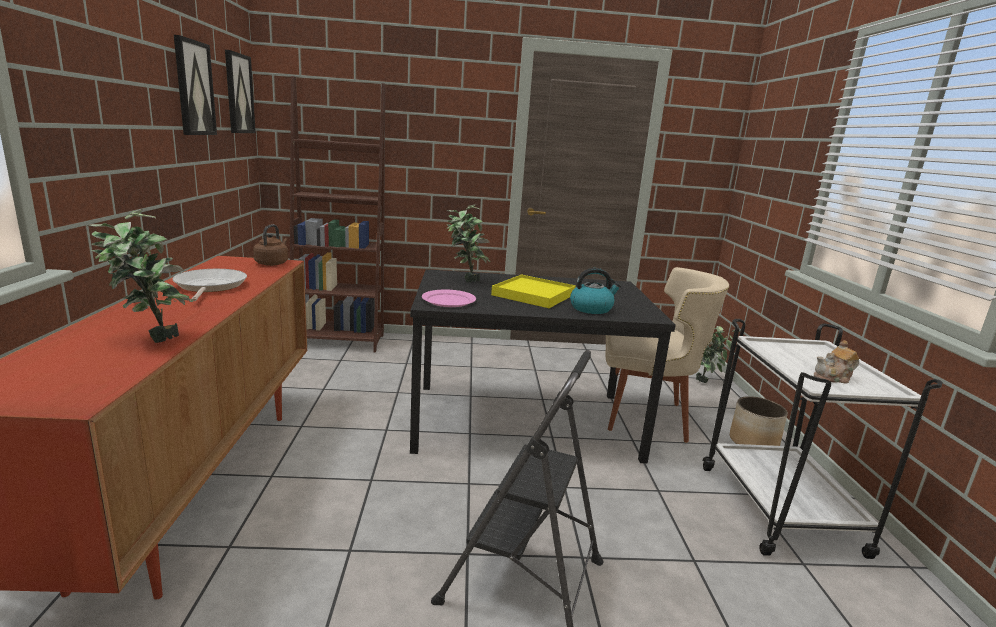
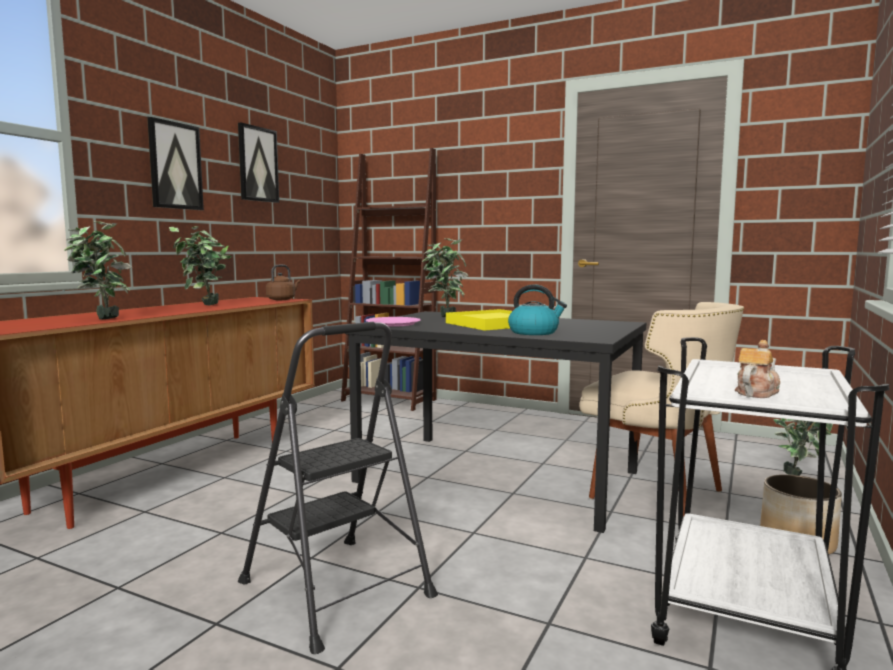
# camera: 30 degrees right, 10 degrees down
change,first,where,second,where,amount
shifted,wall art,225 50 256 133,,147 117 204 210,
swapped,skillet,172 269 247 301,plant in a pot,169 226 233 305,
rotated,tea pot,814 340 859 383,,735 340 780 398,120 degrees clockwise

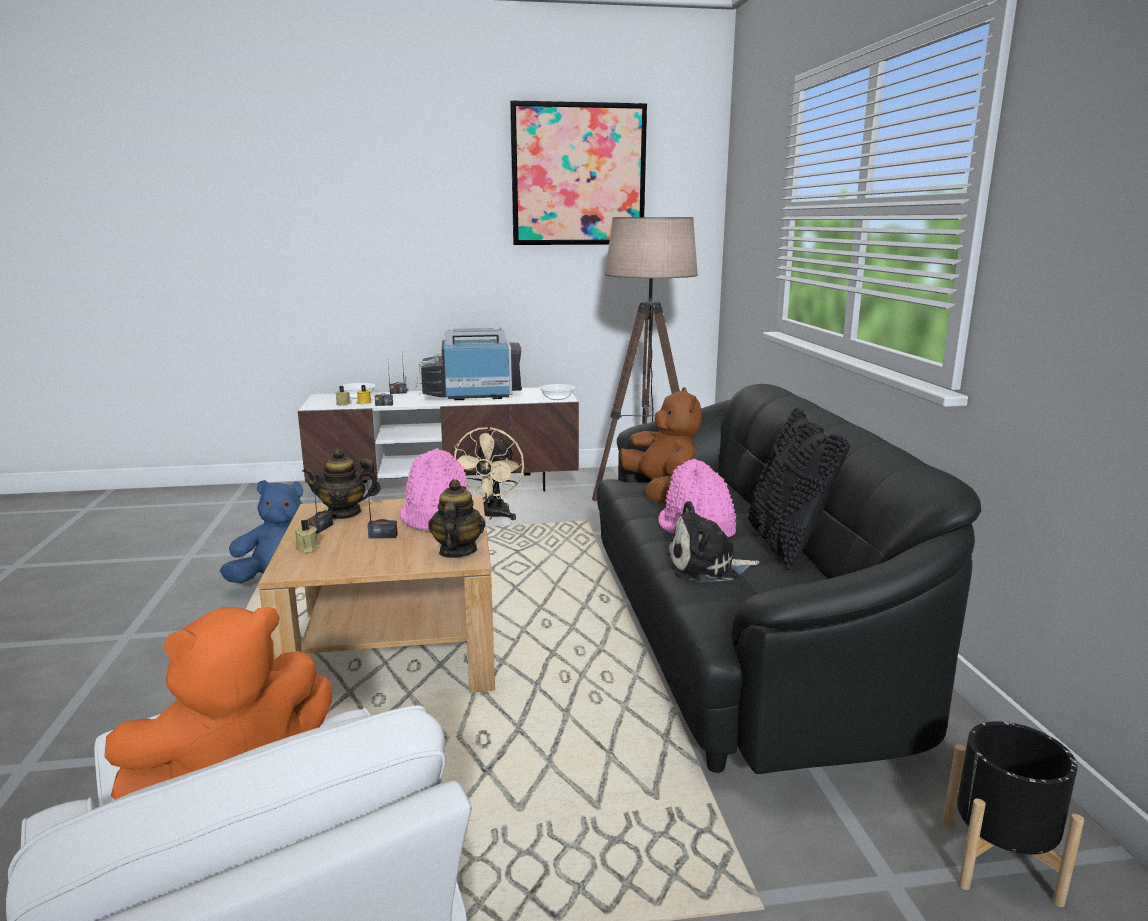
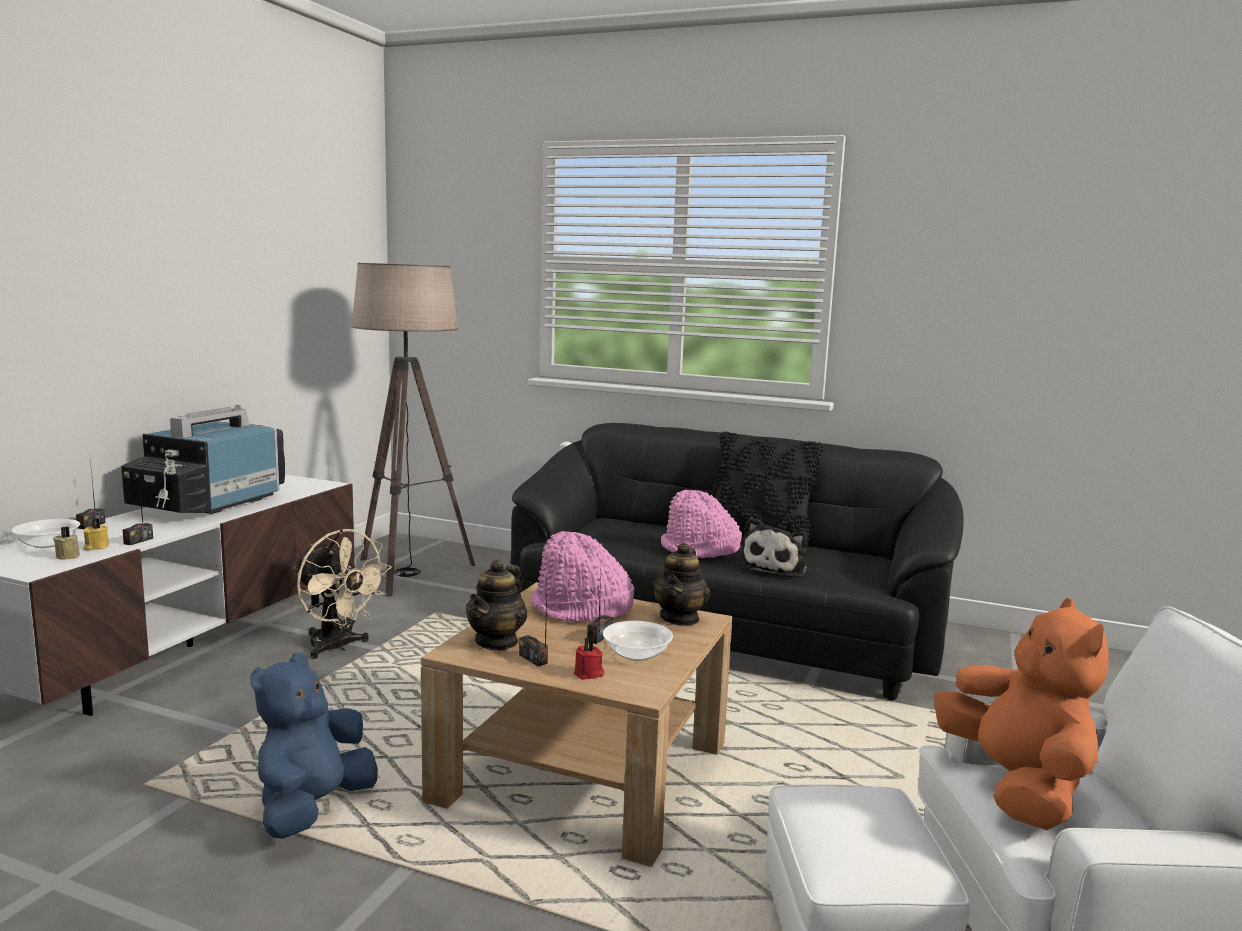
# camera: 60 degrees left, 5 degrees down
change,first,where,second,where,amount
repainted,sand-coloured candle,295 519 319 553,reddish candle,574 638 605 680,
shifted,deep dish,540 384 575 400,,603 621 673 661,
rotated,tea pot,428 479 486 558,,652 542 711 626,105 degrees counterclockwise
gone,wall art,510 100 647 245,,,
gone,brown plush toy,620 387 701 504,,,
gone,black plant pot,942 721 1084 907,,,

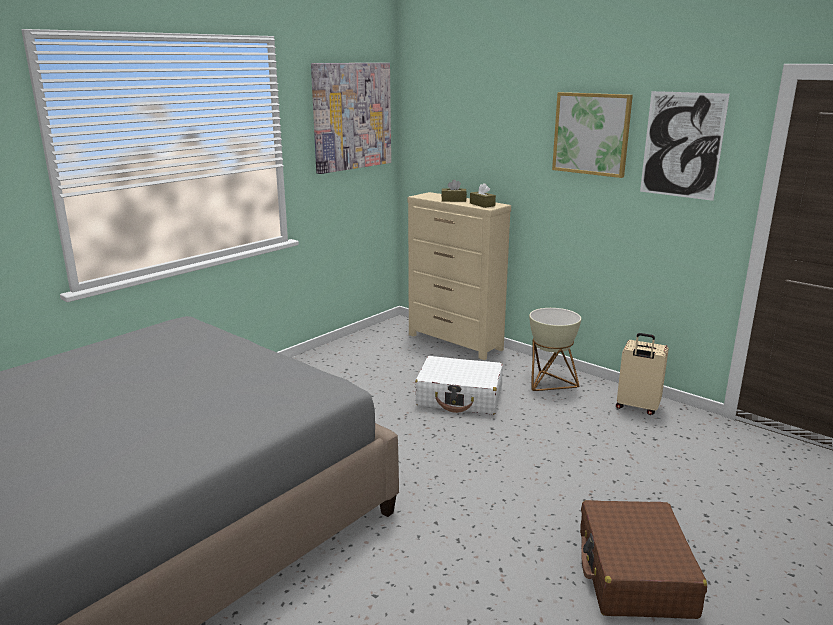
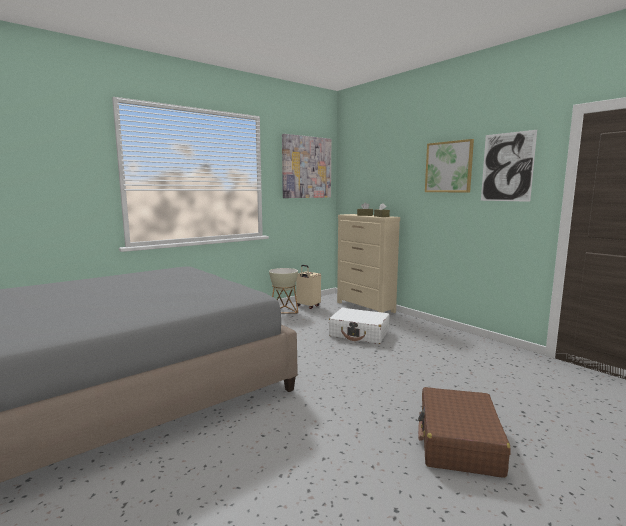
# camera: 10 degrees right, 10 degrees down
change,first,where,second,where,amount
shifted,plant pot,529 308 581 391,,269 268 298 314,
shifted,sand-coloured suitcase,616 333 669 415,,296 265 321 309,

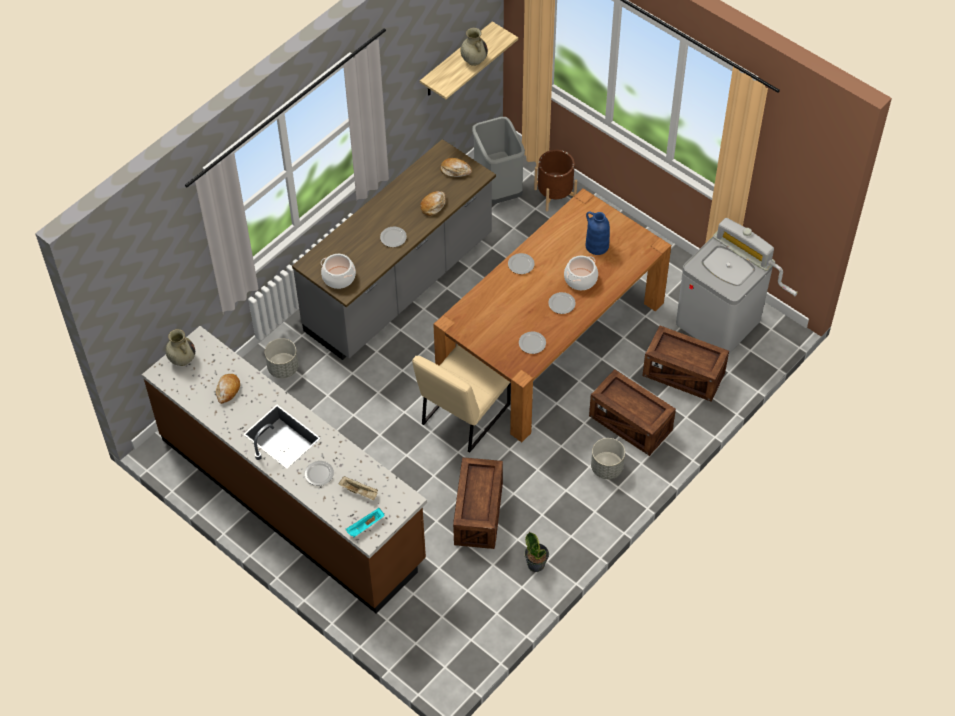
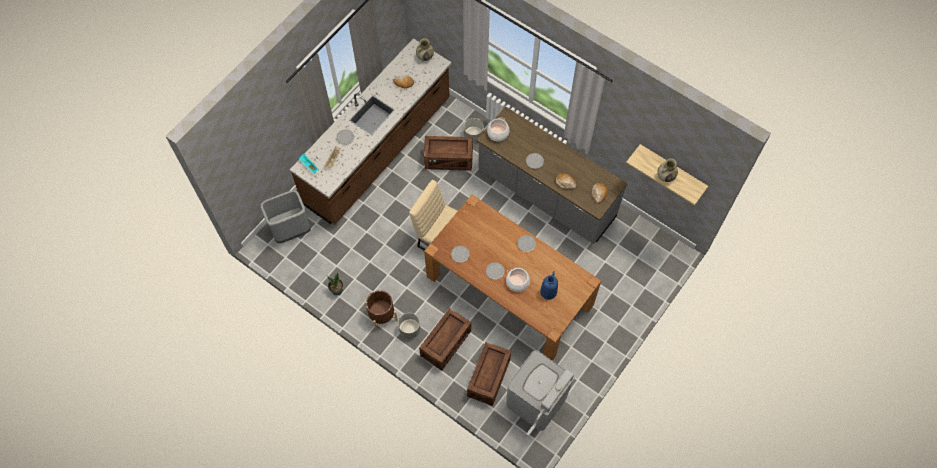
# camera: 85 degrees right, 10 degrees up
change,first,where,second,where,amount
shifted,gray waste bin,472 117 525 204,,260 190 310 243,
shifted,brown plant pot,534 150 577 212,,365 290 398 330,
shifted,crate,453 457 503 549,,424 136 473 171,

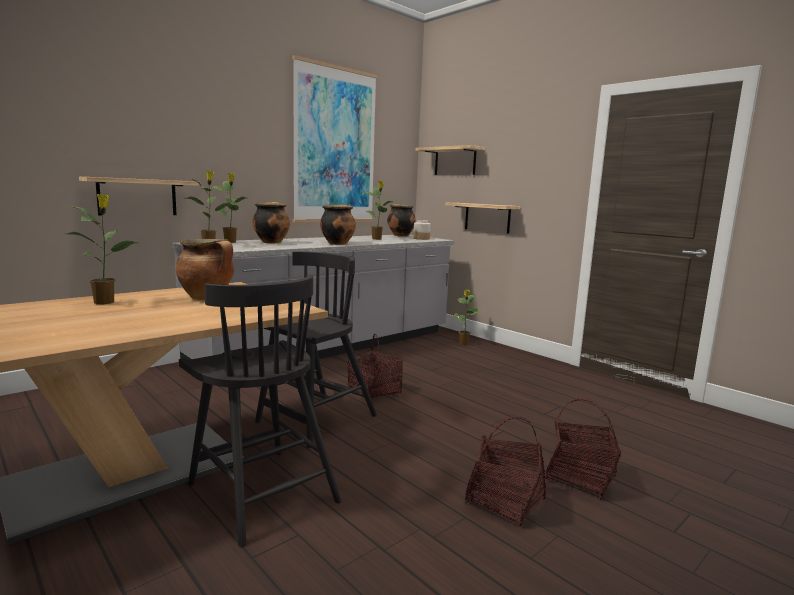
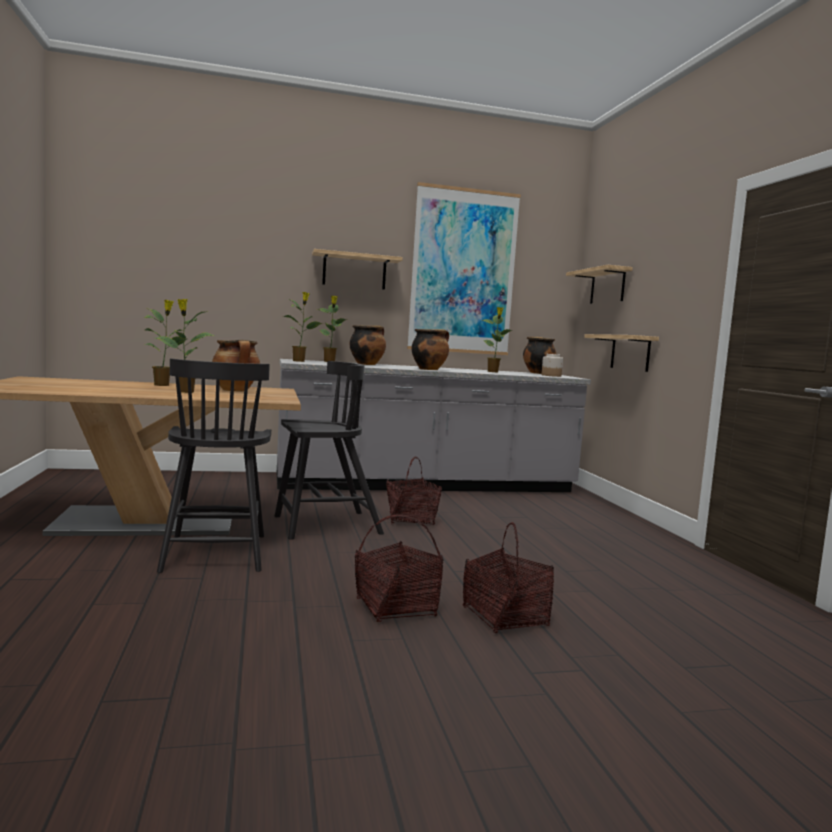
# camera: 30 degrees right, 5 degrees down
change,first,where,second,where,amount
shifted,plant in a pot,453 290 479 345,,155 299 215 393,
shifted,bracket shelf,79 177 199 215,,312 249 403 290,

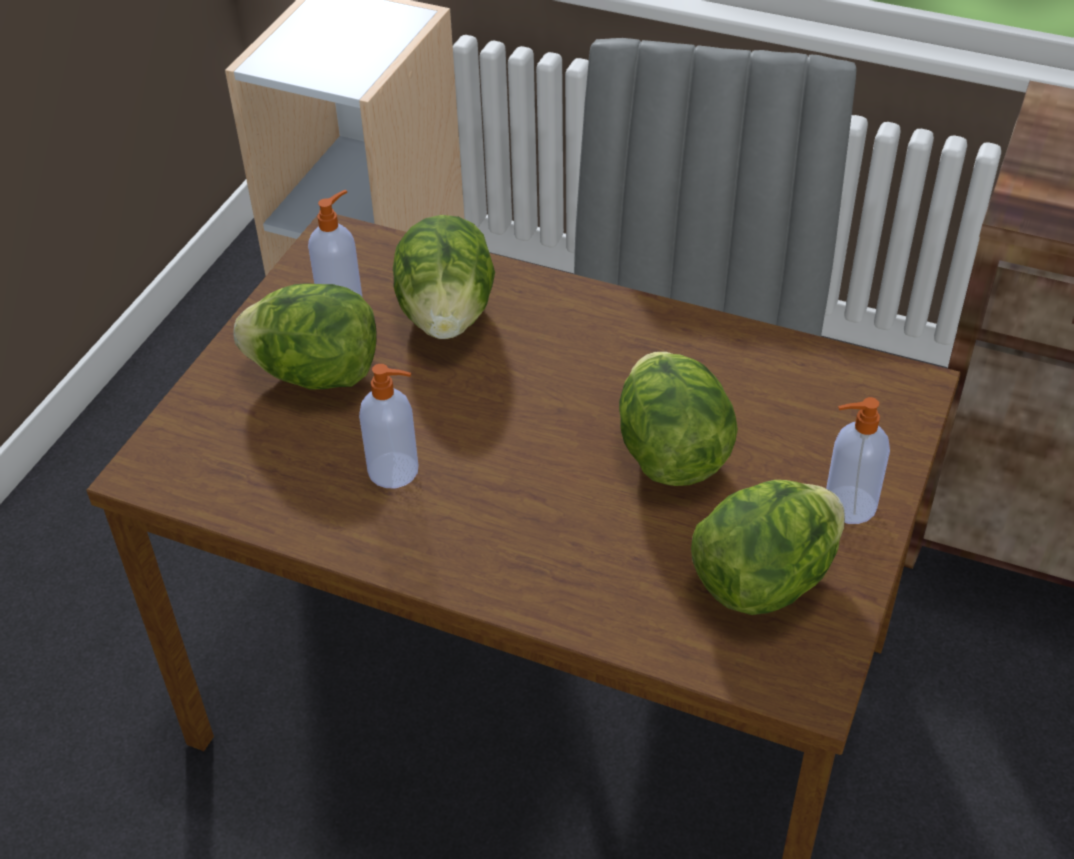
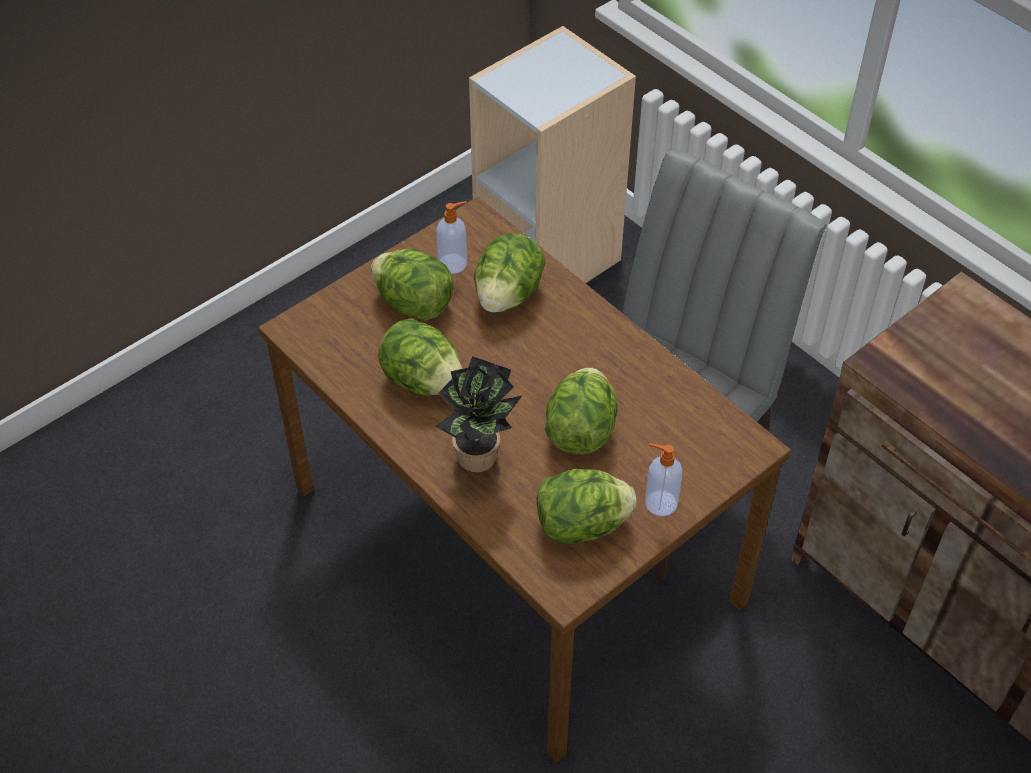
# camera: 25 degrees right, 5 degrees up
change,first,where,second,where,amount
swapped,liquid soap bottle,359 364 419 488,lettuce,378 318 462 395,
new,,,plant in a pot,435 356 523 472,

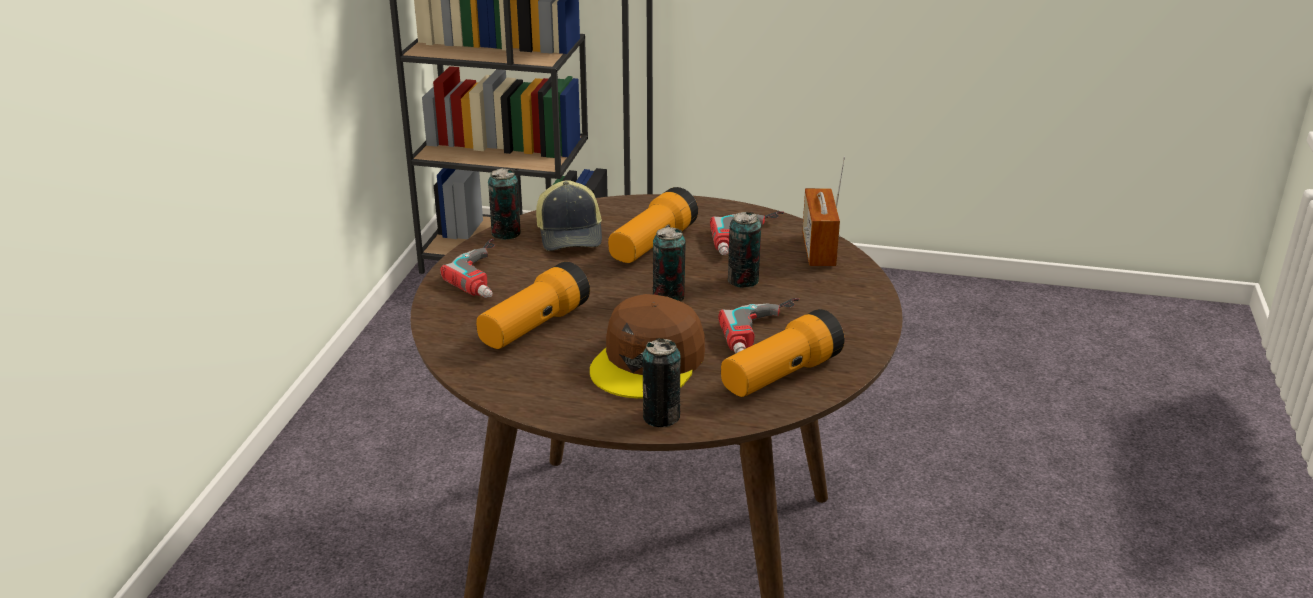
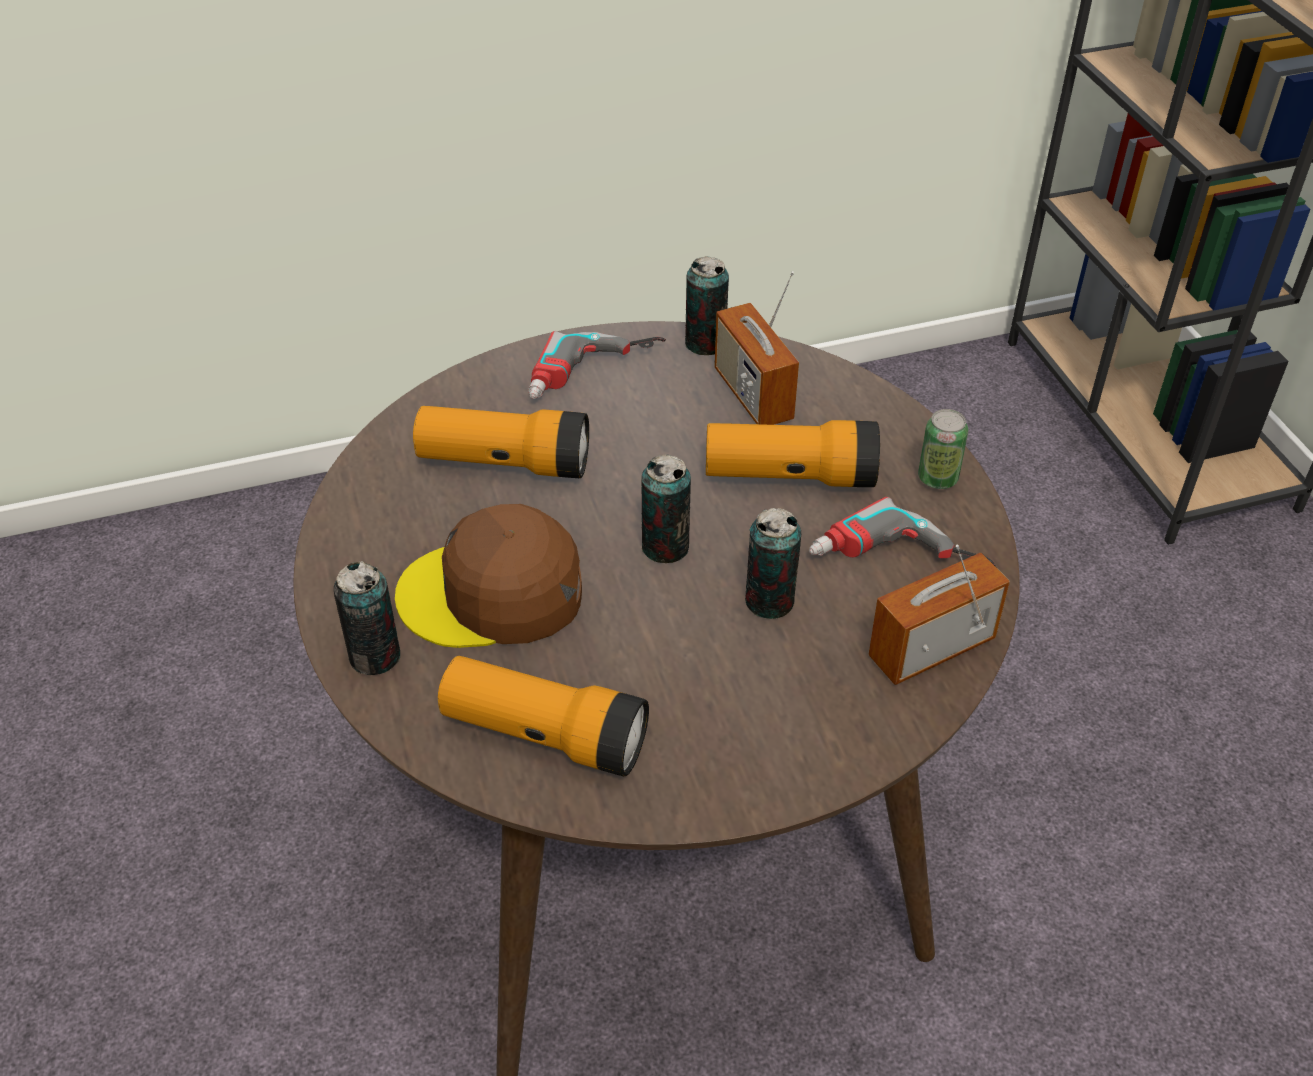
# camera: 60 degrees right, 15 degrees up
change,first,where,second,where,amount
swapped,cap,536 181 602 251,radio,714 271 799 425,
new,,,can,918 409 968 489,
gone,electric drill,719 298 799 354,,,

